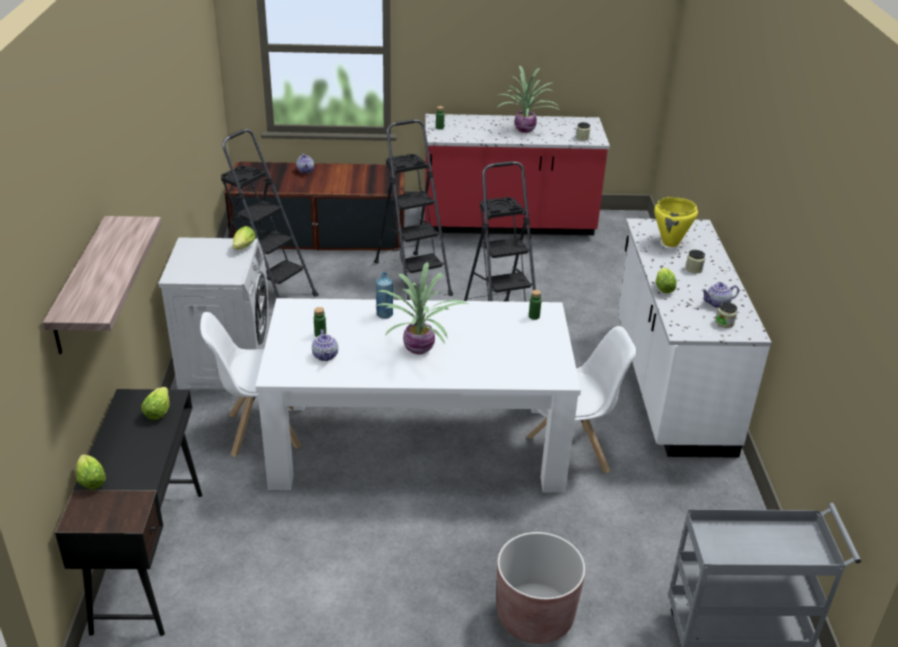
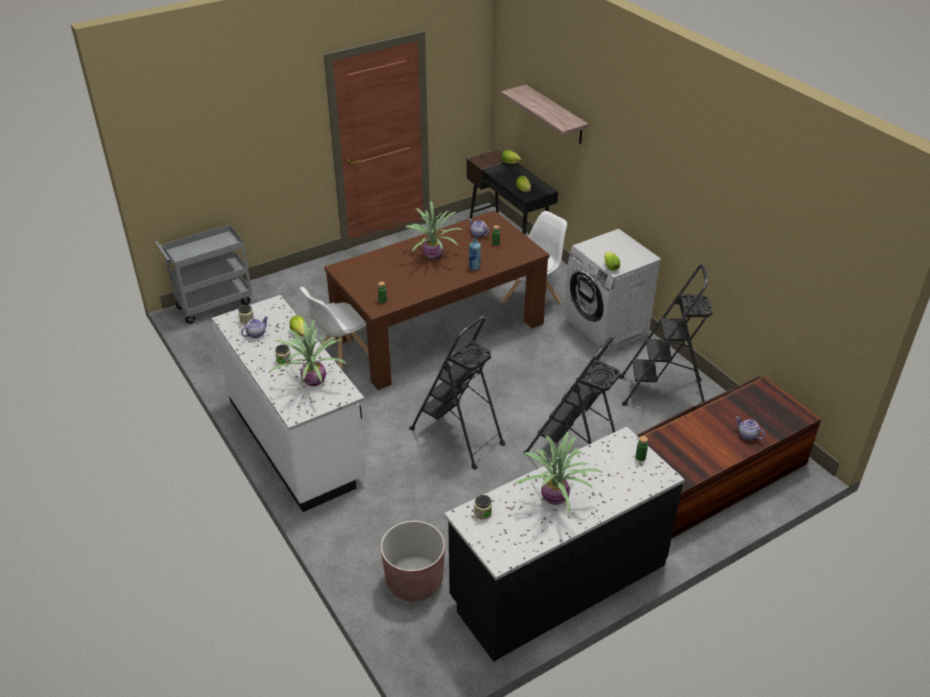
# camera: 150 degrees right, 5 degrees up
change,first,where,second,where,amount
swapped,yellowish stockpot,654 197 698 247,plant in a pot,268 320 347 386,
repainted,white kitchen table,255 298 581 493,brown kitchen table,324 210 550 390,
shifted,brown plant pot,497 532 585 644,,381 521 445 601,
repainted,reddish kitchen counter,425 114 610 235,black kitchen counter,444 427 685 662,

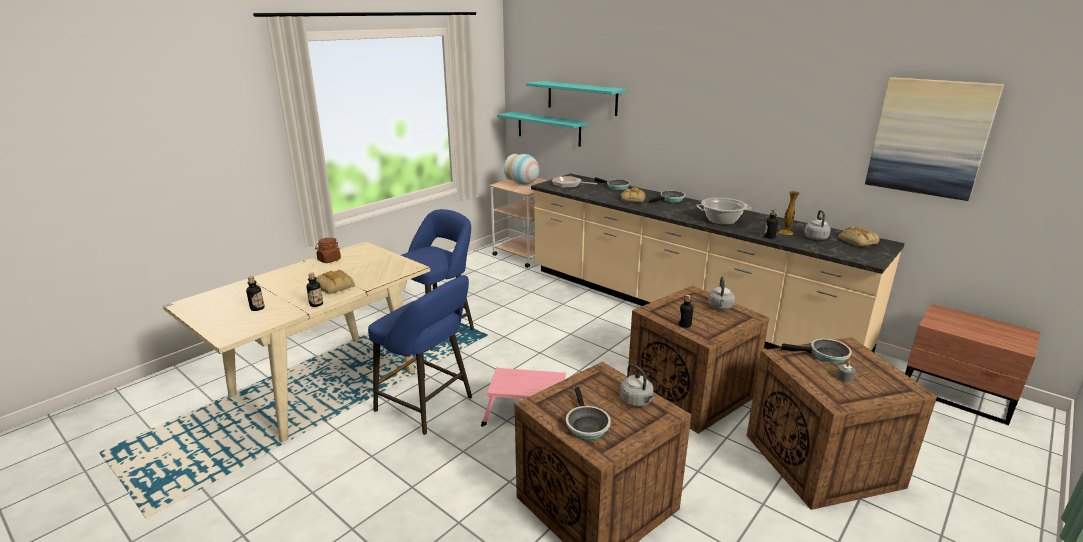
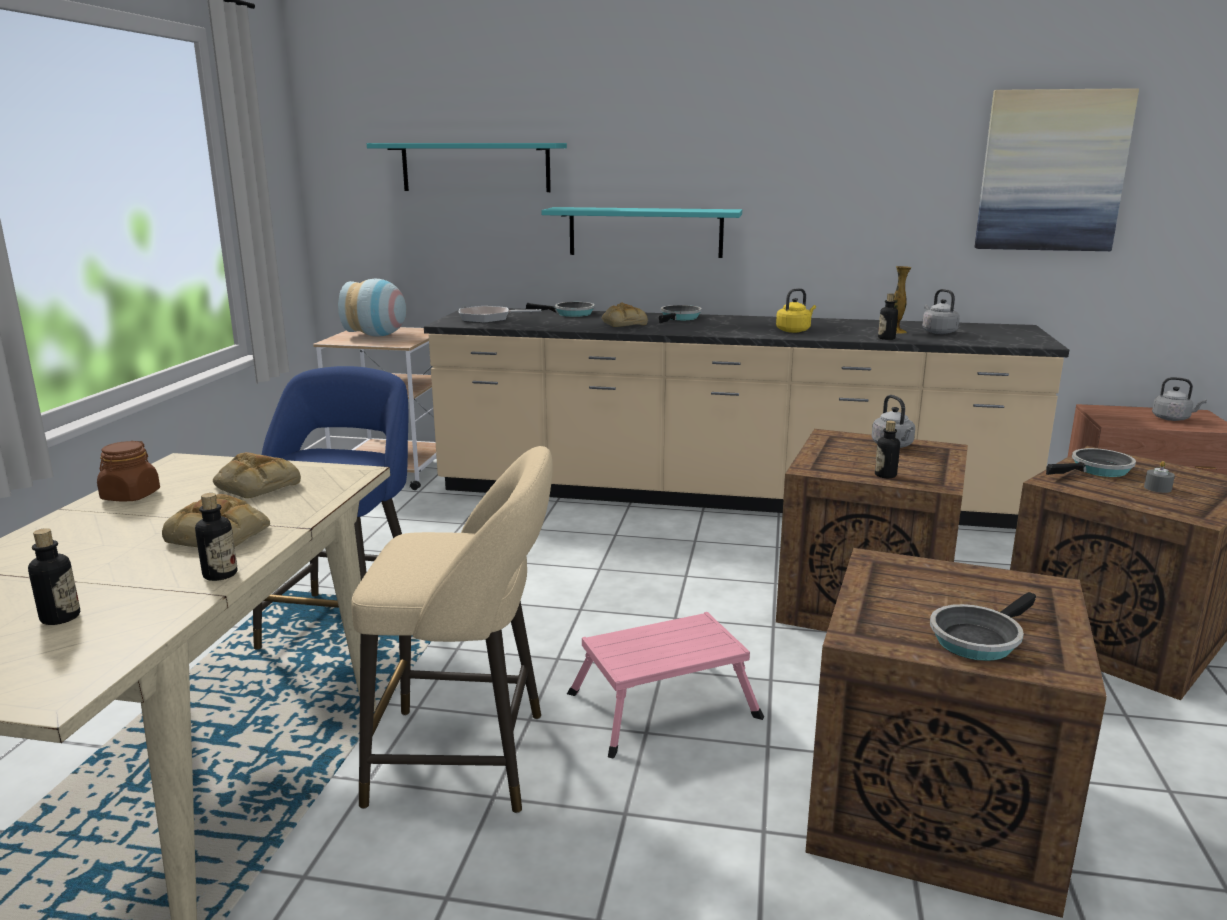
# camera: 30 degrees left, 5 degrees down
change,first,where,second,where,amount
shifted,baked bread,838 226 879 247,,213 452 301 498,
repainted,blue-coloured sitting stool,368 275 472 435,sand-coloured sitting stool,351 446 553 813,
shifted,blue-green bracket shelf,497 112 589 147,,541 207 742 258,
swapped,stockpot,696 198 751 225,yellowish kettle,776 288 816 333,
rotated,skillet,566 387 611 440,,930 592 1036 661,90 degrees clockwise
shifted,gray kettle,620 364 655 407,,1152 377 1207 421,

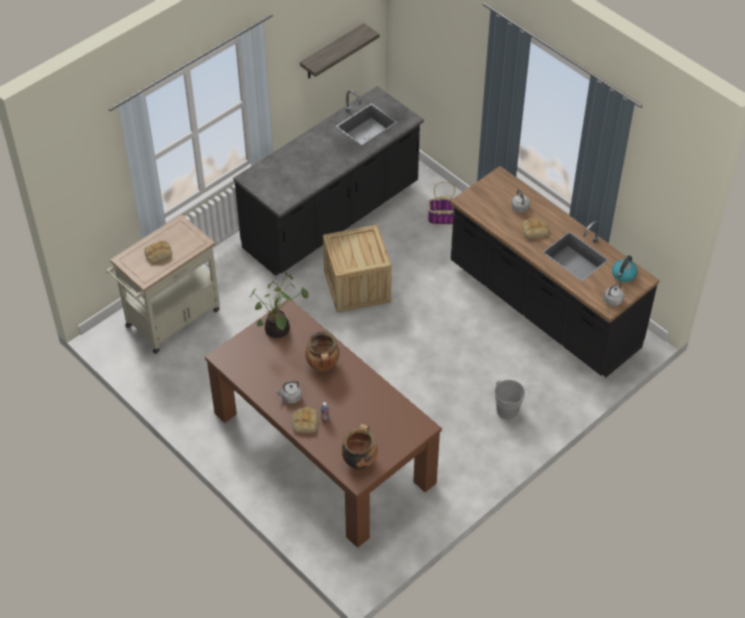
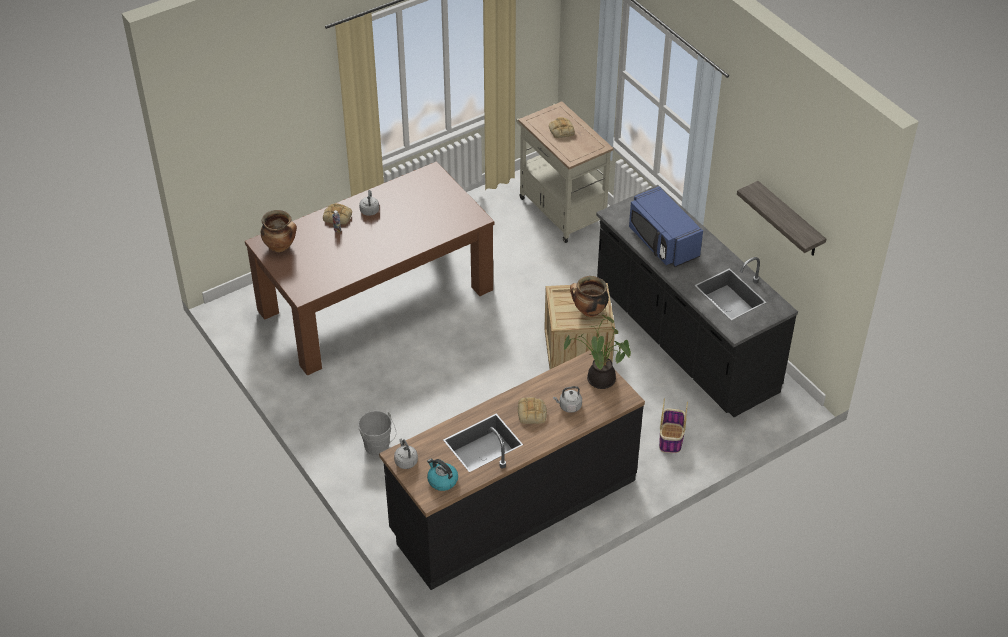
# camera: 100 degrees right, 5 degrees down
change,first,where,second,where,amount
shifted,plant in a pot,250 272 308 338,,563 315 631 389,
shifted,stockpot,305 331 339 371,,570 276 609 317,
new,,,blue-coloured microwave,629 186 703 267,

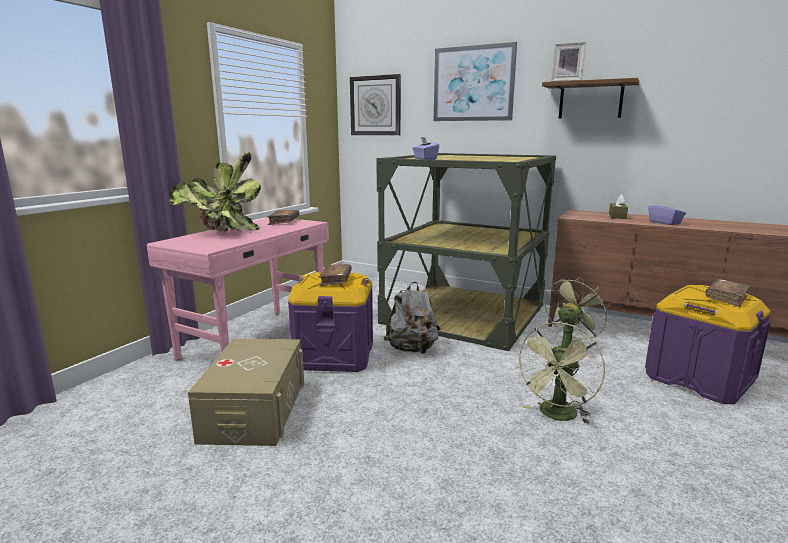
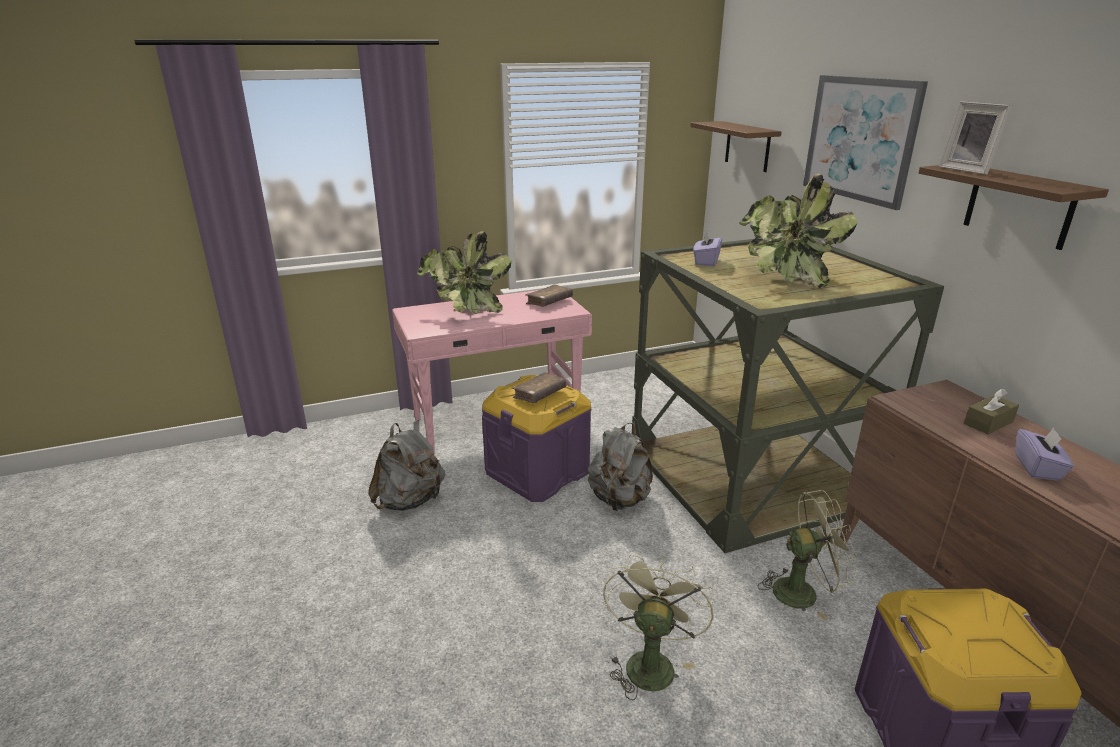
# camera: 40 degrees right, 10 degrees up
change,first,where,second,where,amount
swapped,sand-coloured storage bin,188 339 304 446,gray knapsack,368 423 445 511,
rotated,green-coloured cooling fan,515 322 605 424,,603 554 714 700,120 degrees clockwise
swapped,wall clock,350 74 401 135,brown bracket shelf,691 121 781 172,
new,,,plant in a pot,739 173 858 288,
gone,brown book,705 279 750 307,,,

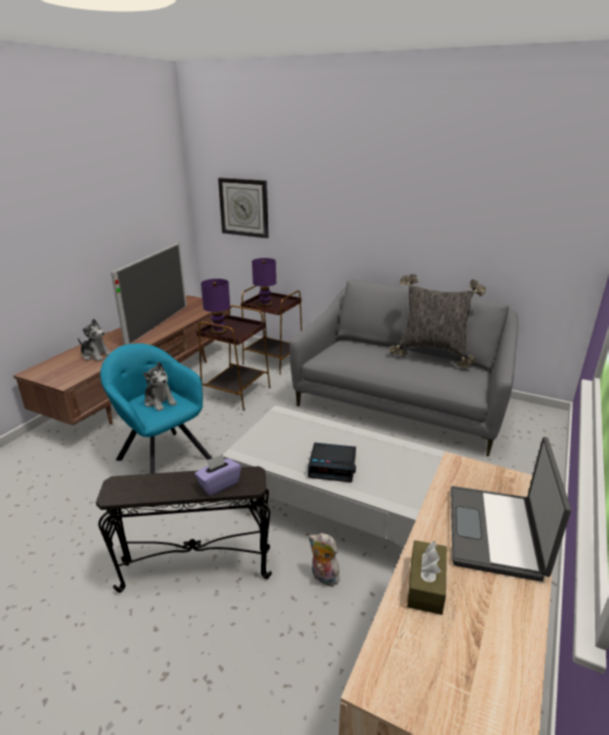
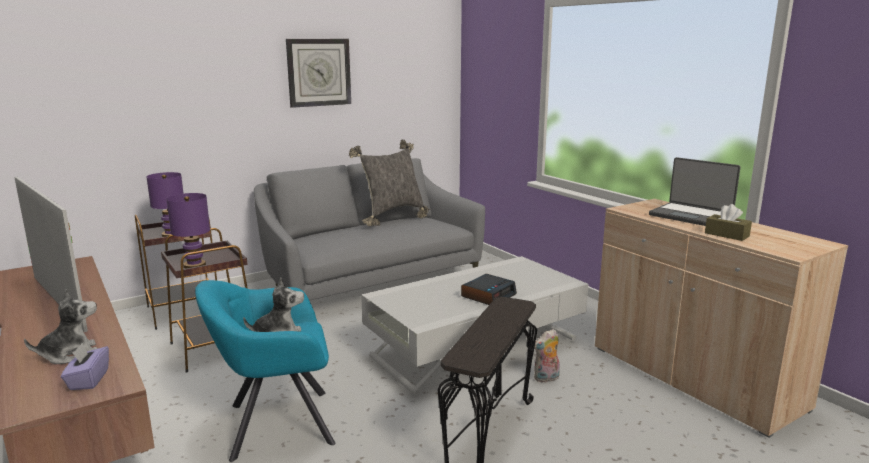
# camera: 60 degrees left, 10 degrees down
change,first,where,second,where,amount
shifted,purplish tissue holder,195 454 241 496,,61 343 109 390,
shifted,wall clock,218 178 269 238,,286 39 351 108,

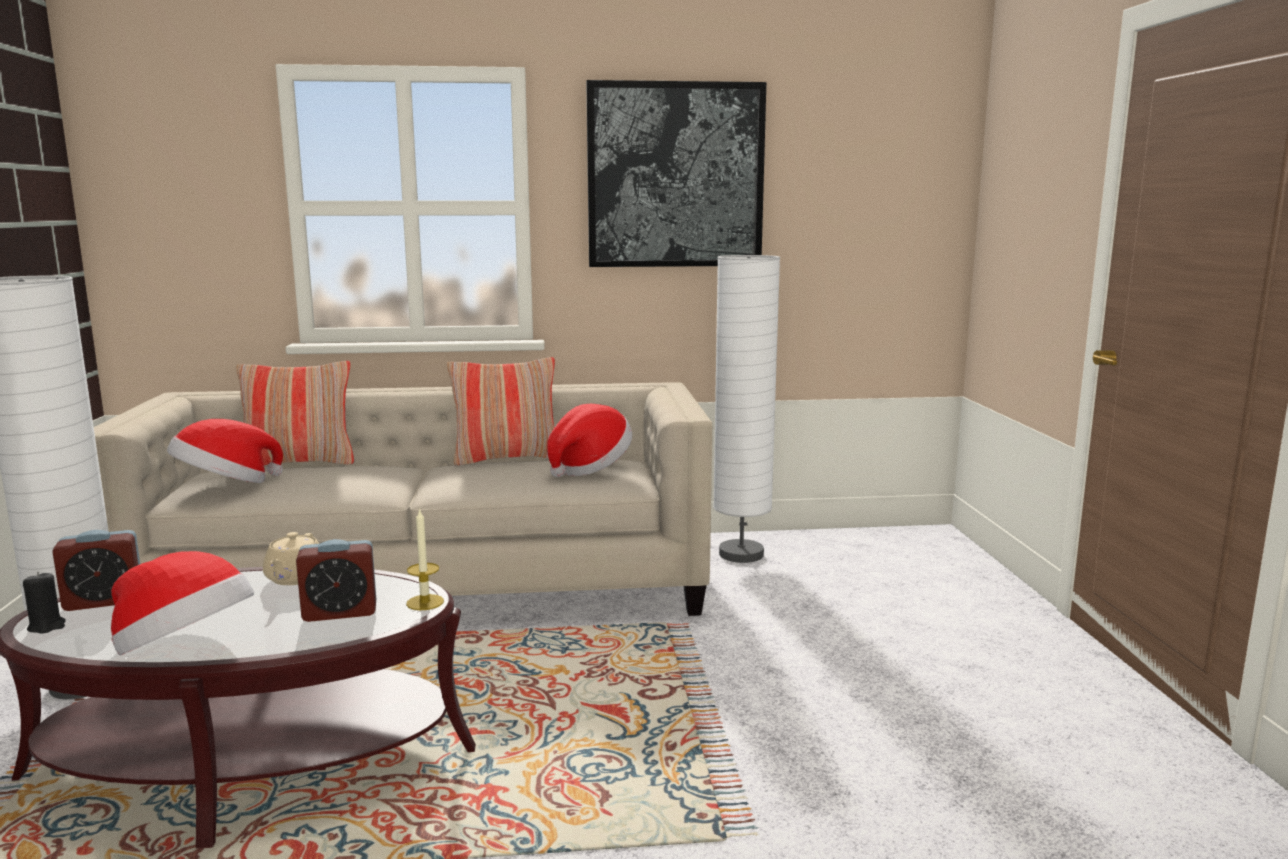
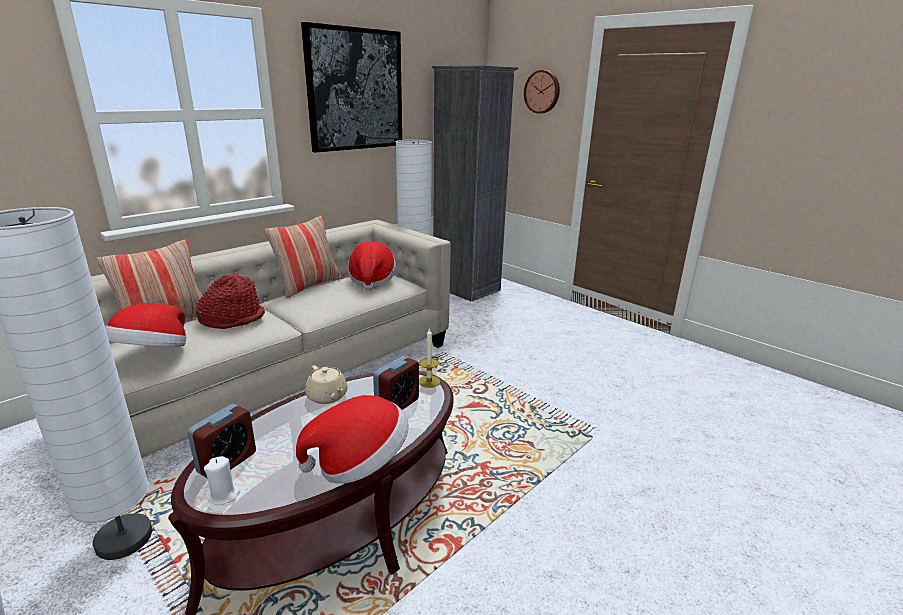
# camera: 40 degrees left, 10 degrees up
change,first,where,second,where,amount
new,,,reddish clothing hat,196 274 265 329,
repainted,black candle,23 572 66 633,white candle,204 456 240 505,
new,,,gray storage cabinet,432 66 518 302,
new,,,wall clock,524 70 560 114,

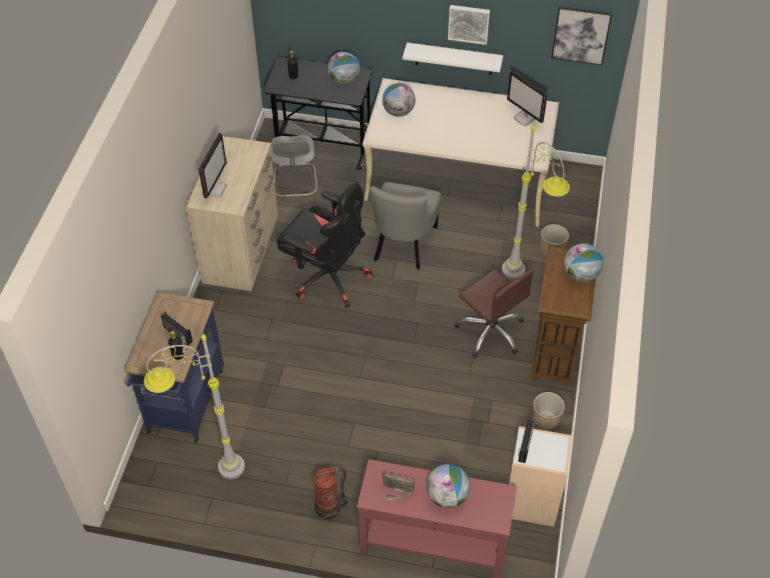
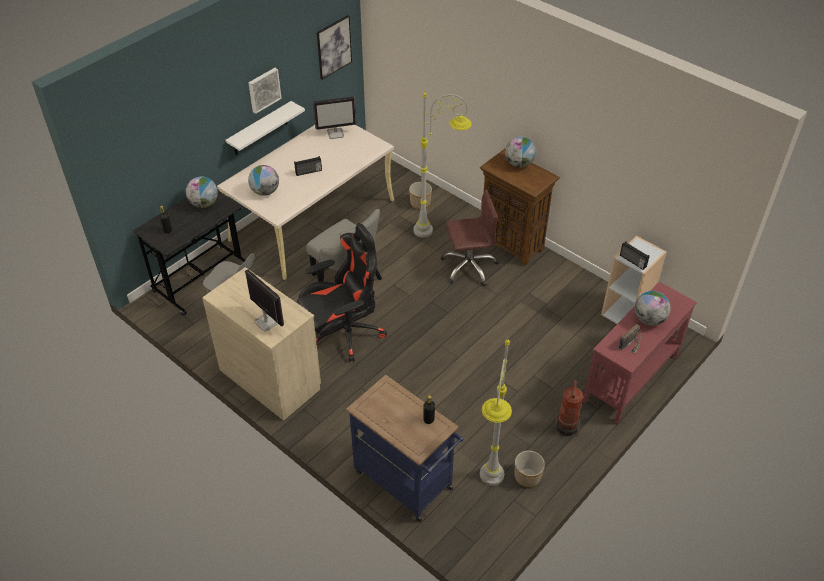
# camera: 60 degrees left, 5 degrees down
change,first,where,second,where,amount
shifted,radio,161 312 193 346,,294 156 322 176,
shifted,plant pot,533 392 565 430,,515 451 545 487,

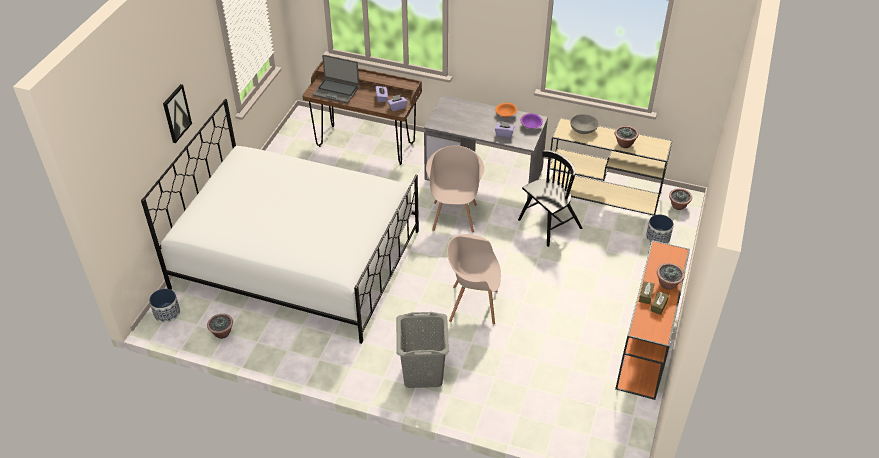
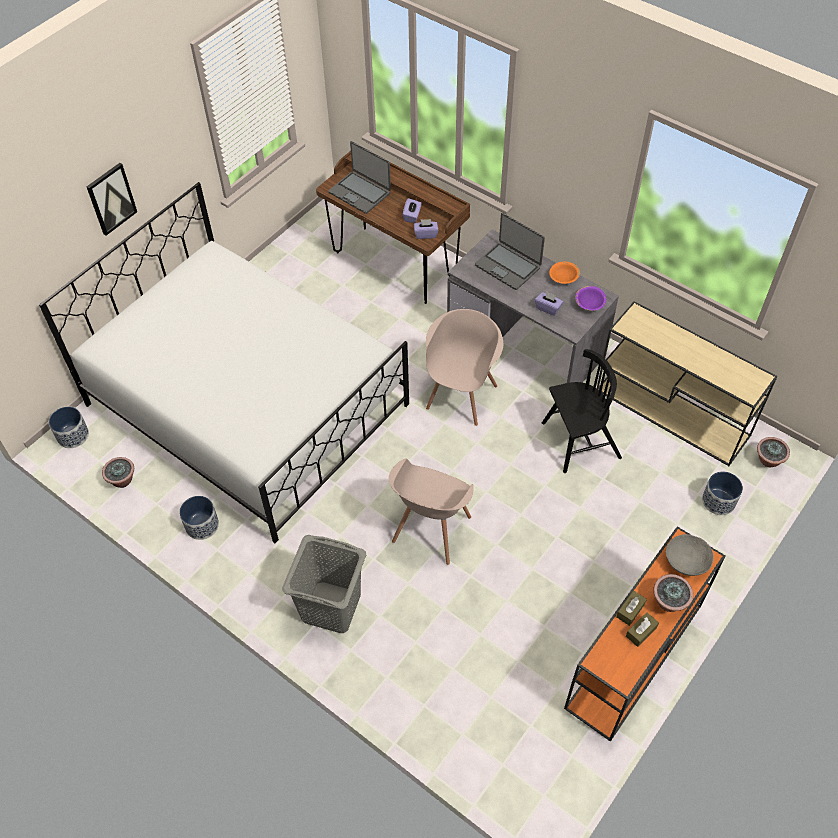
# camera: 20 degrees right, 10 degrees up
change,first,where,second,where,amount
new,,,plant pot,179 496 219 540,
rotated,sand-coloured chair,447 234 501 324,,389 458 473 565,90 degrees counterclockwise
new,,,portable computer,475 213 545 290,
shifted,gray deep dish,570 114 599 134,,666 534 713 576,
gone,plant in a pot,615 126 639 148,,,

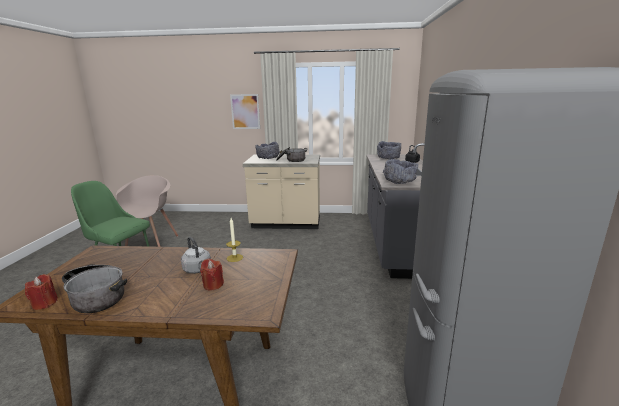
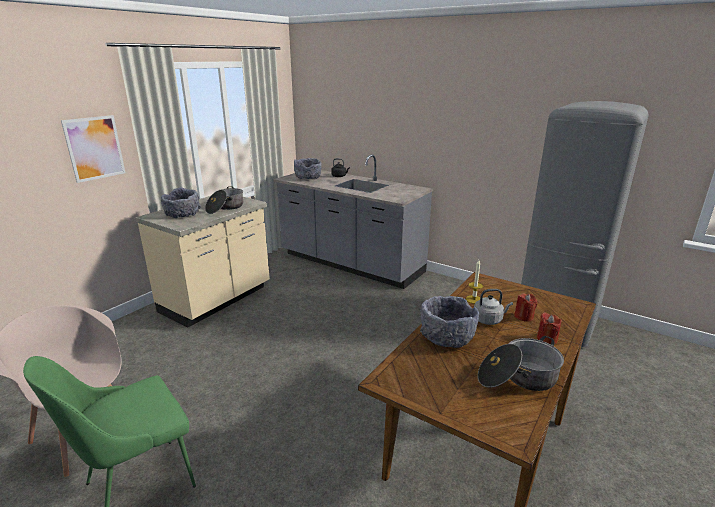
# camera: 60 degrees left, 5 degrees up
change,first,where,second,where,amount
shifted,gray deep dish,383 159 418 184,,420 296 479 348,
shifted,reddish candle,25 274 58 310,,537 312 561 344,

